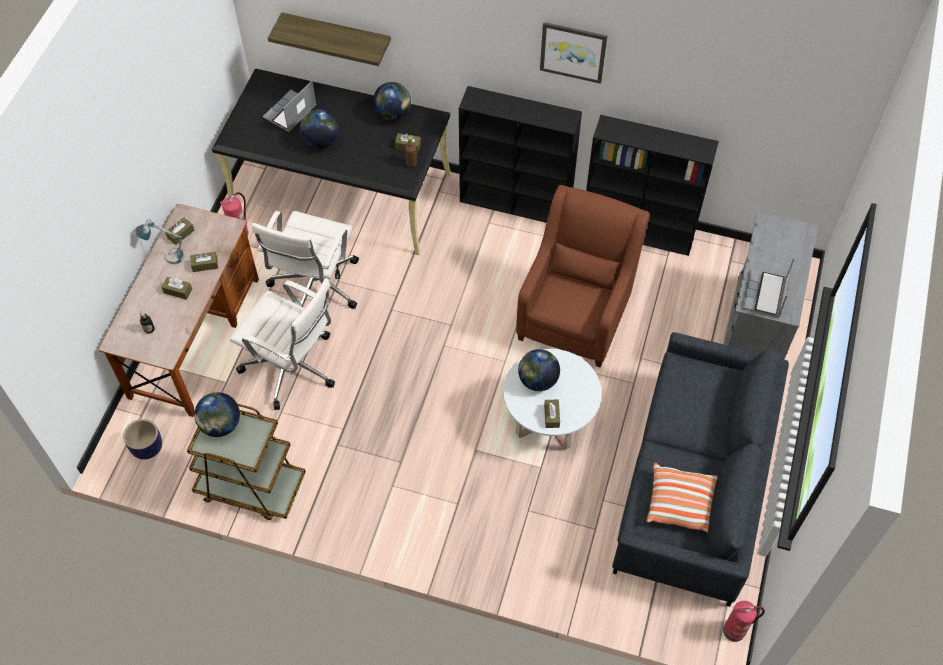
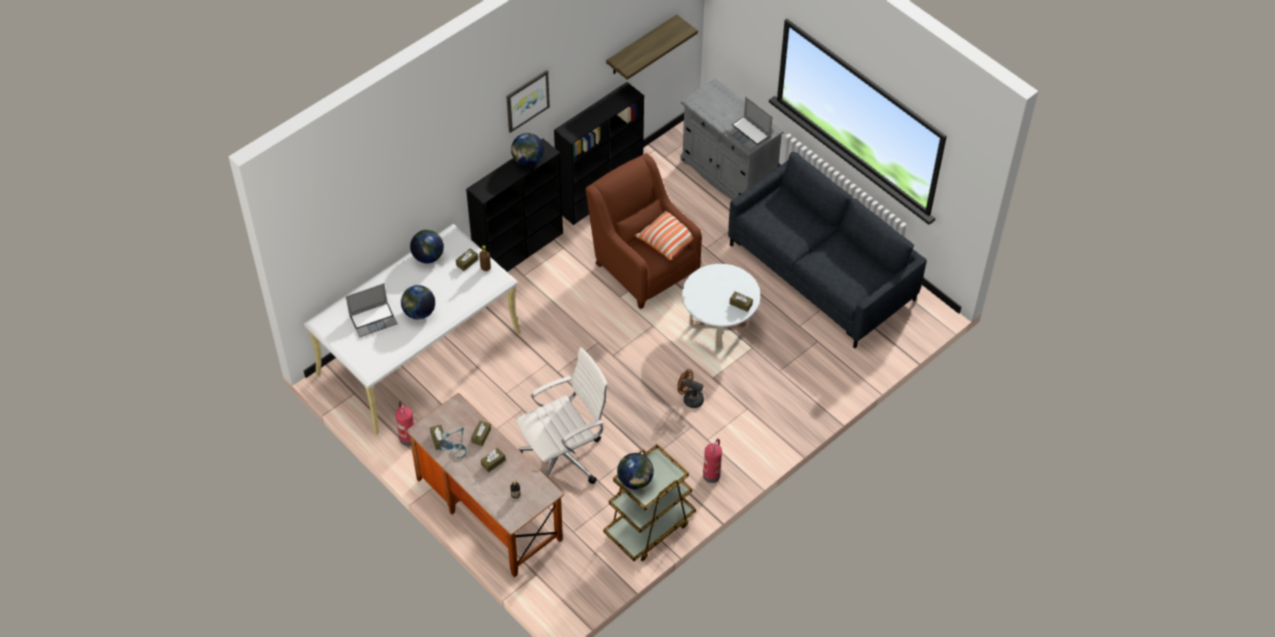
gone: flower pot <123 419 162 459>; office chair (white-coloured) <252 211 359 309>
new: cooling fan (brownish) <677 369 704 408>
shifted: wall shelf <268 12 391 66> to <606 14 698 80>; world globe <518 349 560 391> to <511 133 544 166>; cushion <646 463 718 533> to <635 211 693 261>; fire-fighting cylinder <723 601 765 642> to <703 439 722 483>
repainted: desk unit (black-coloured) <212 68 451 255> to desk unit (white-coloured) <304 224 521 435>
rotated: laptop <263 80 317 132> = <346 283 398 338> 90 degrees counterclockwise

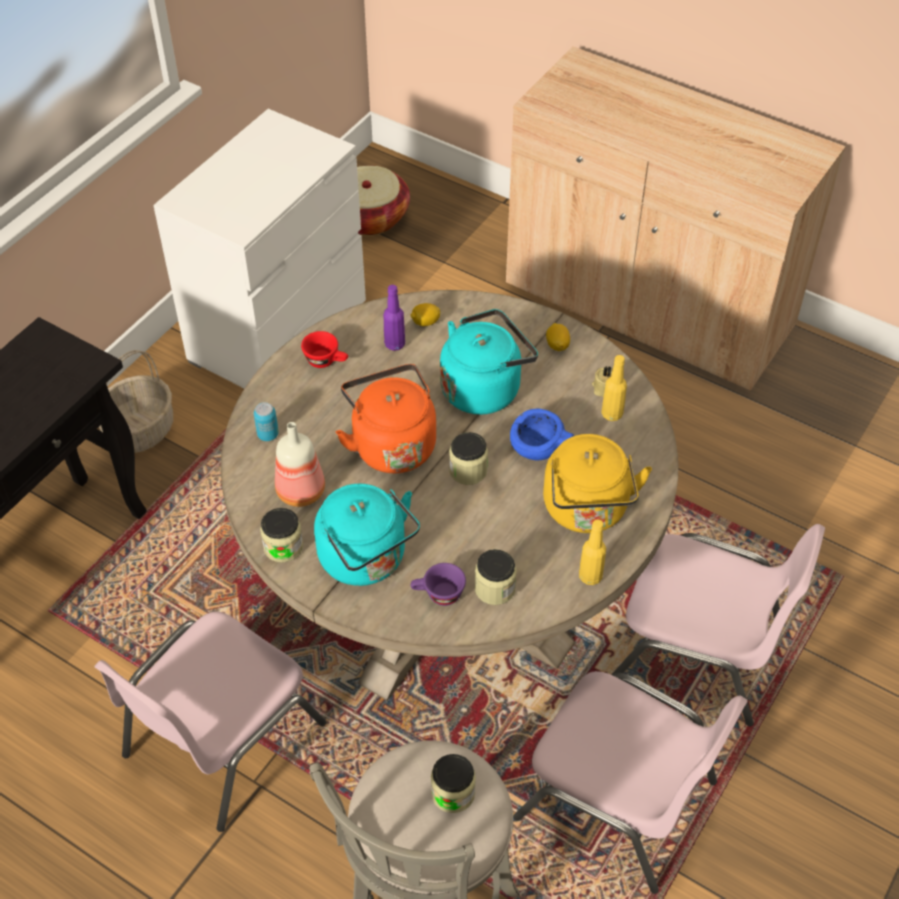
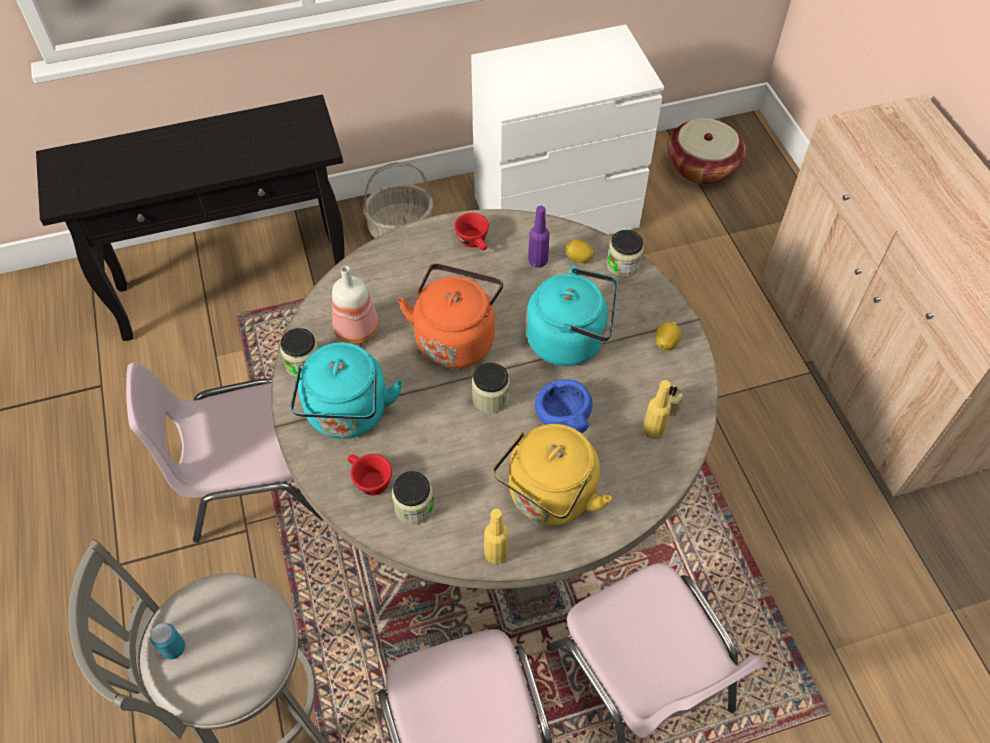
shifted: metal can <254 402 279 441> to <150 623 185 659>; jar <431 754 476 813> to <607 230 644 278>
repainted: drinking cup (purple-coloured) <411 563 466 606> to drinking cup (red) <348 454 392 495>

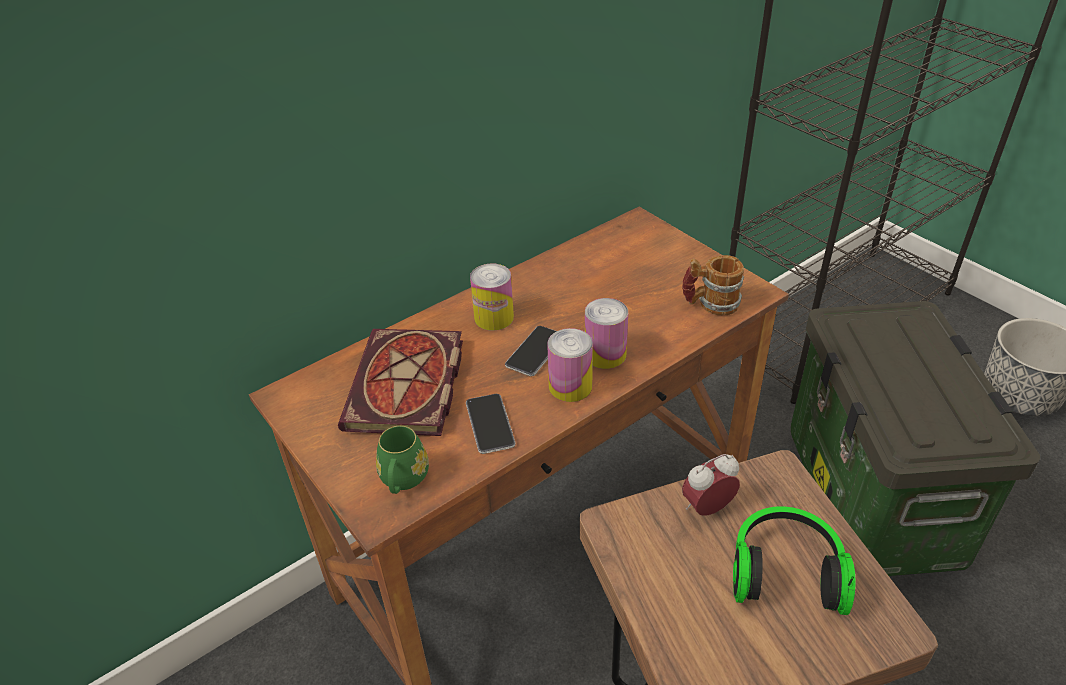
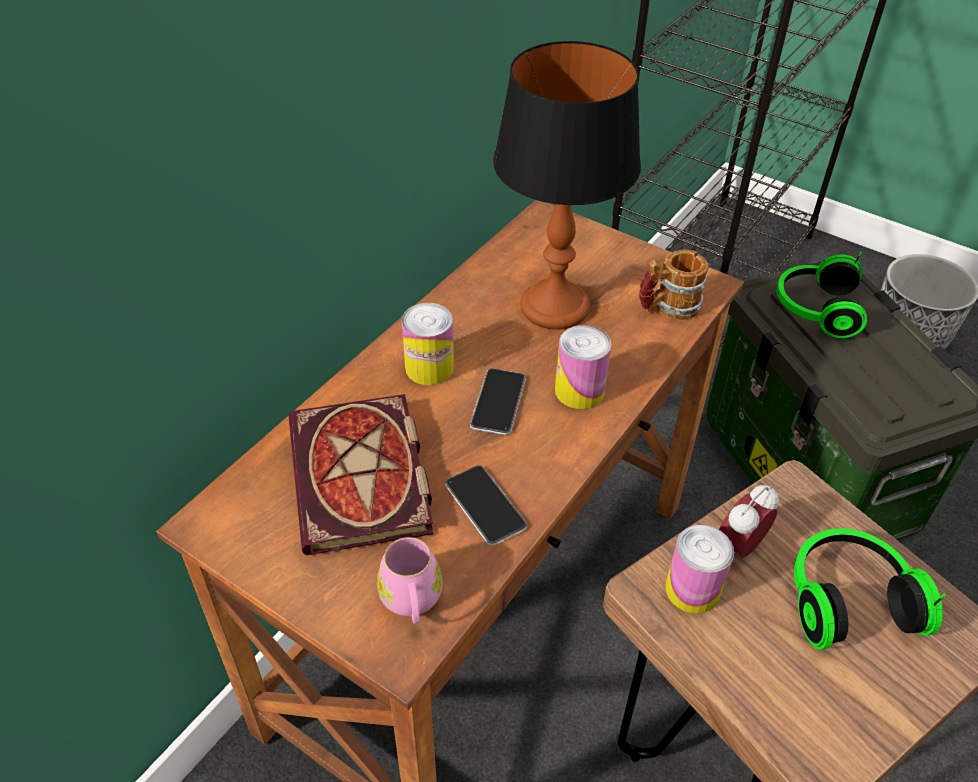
new: lamp for a table <493 41 641 330>; headphones <776 252 867 338>
shifted: metal can <547 328 593 402> to <665 525 734 614>
repainted: mug (green-coloured) <376 426 429 494> to mug (pinkish) <377 537 443 624>

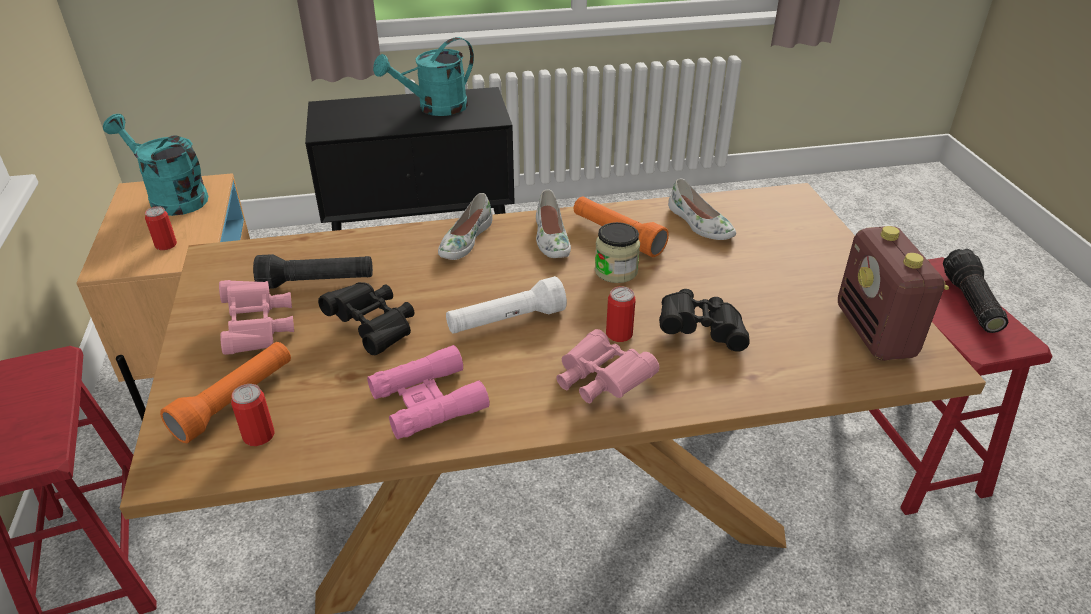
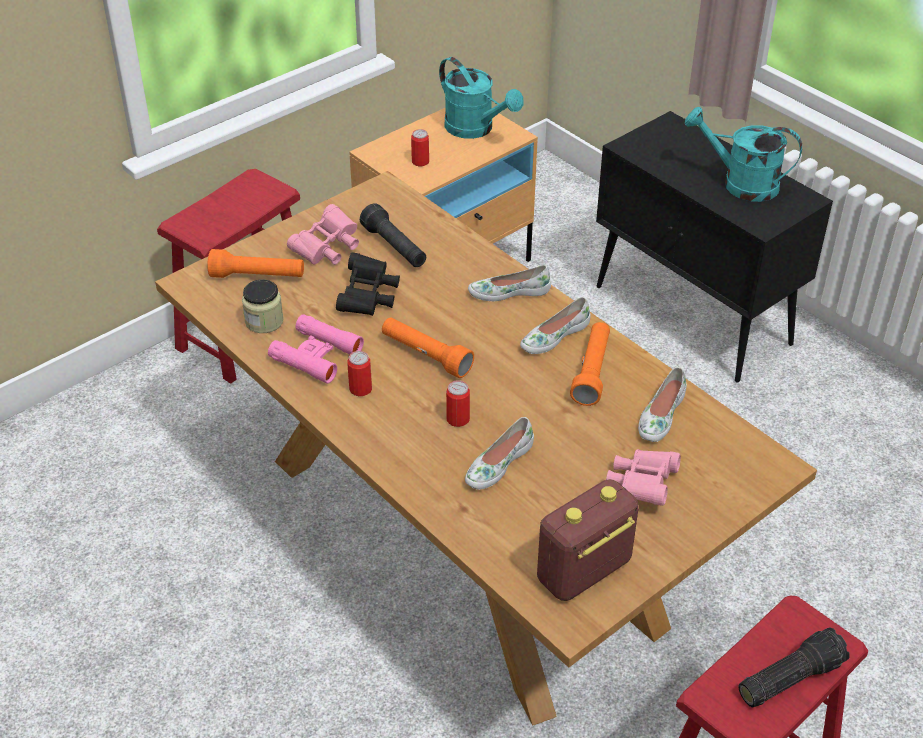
shifted: metal can <231 384 275 446> to <347 351 372 396>; field glasses (pinkish) <556 329 659 403> to <606 449 681 506>; jar <595 222 640 283> to <242 279 284 333>
swapped: field glasses (black-coloured) <659 289 750 352> to low shoe (white-coloured) <465 417 534 490>
repainted: torch (white-coloured) <446 276 567 333> to torch (orange-coloured) <382 317 474 378>
rotated: sprinkling can (turquoise-coloured) <103 114 208 216> = <439 57 523 139> 135 degrees clockwise

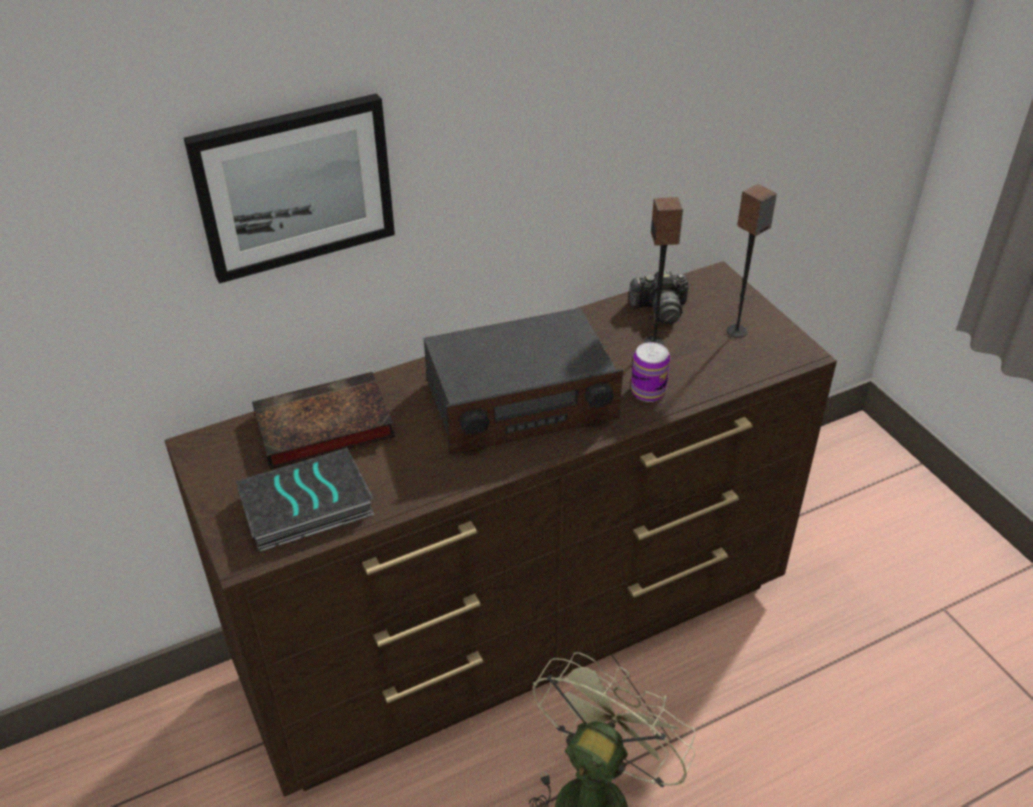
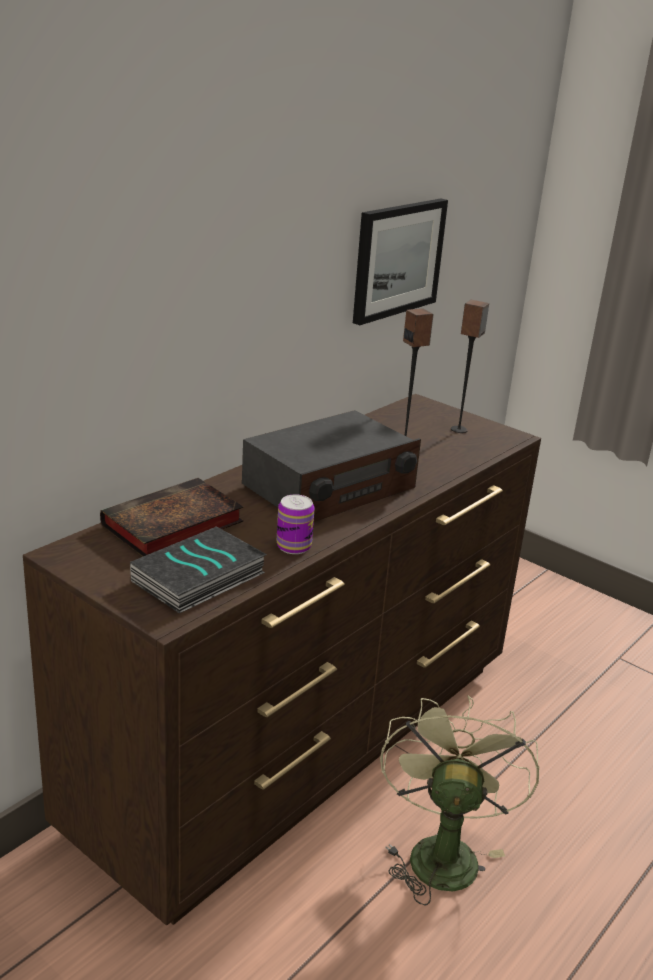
gone: still camera <629 269 688 324>
shifted: wall art <184 93 395 284> to <353 199 448 325>; metal can <631 342 670 402> to <277 494 315 554>

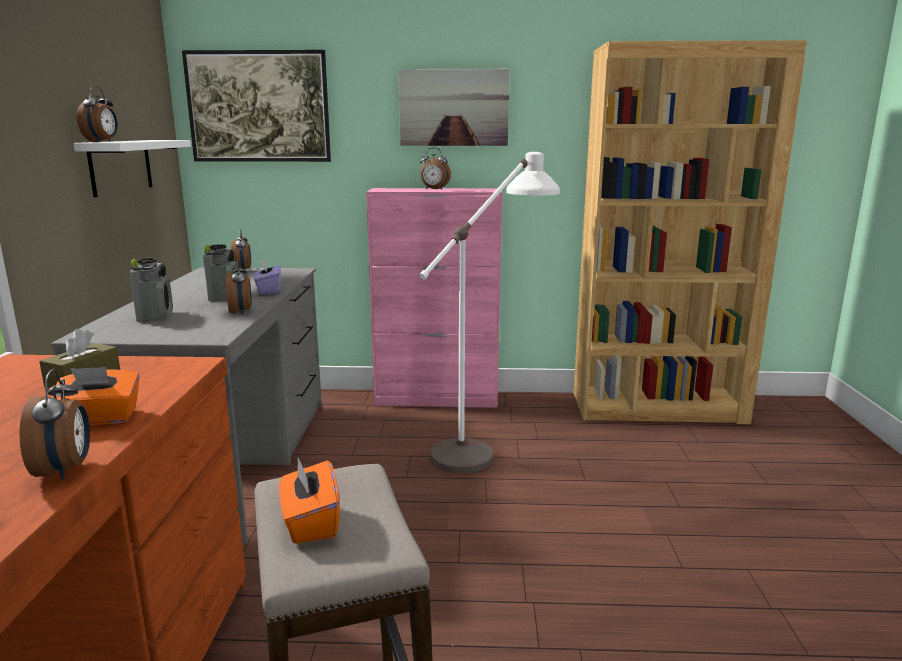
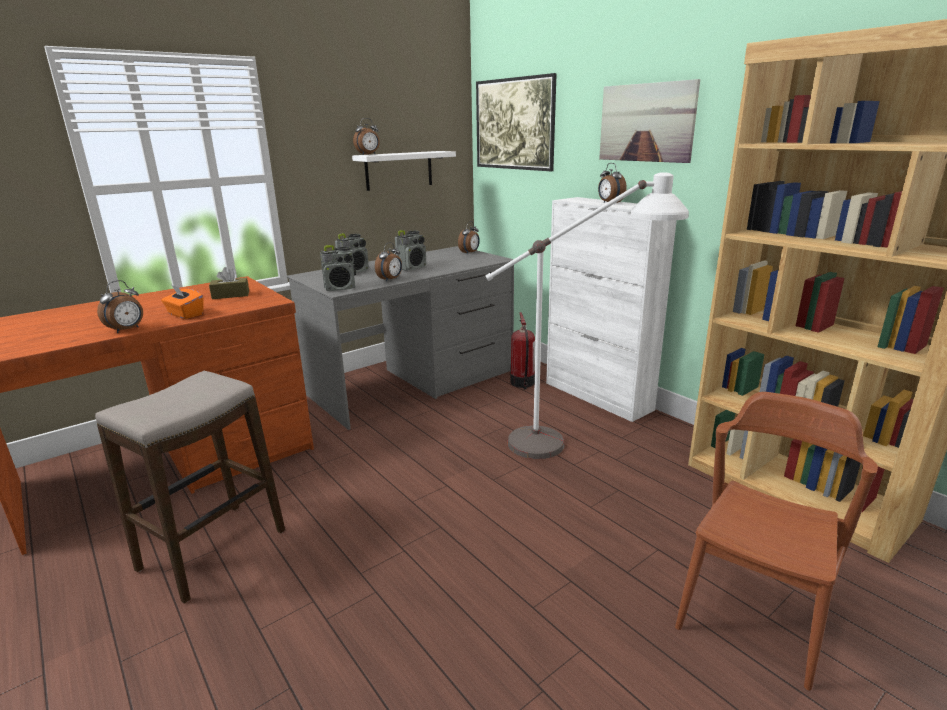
gone: box of tissues (purple-coloured) <254 260 281 294>; box of tissues (orange-coloured) <279 458 340 544>
new: radio <320 245 356 291>; fire-fighting cylinder <510 312 535 389>; chair (brownish) <675 392 878 691>
repainted: cupboard (pinkish) <366 188 502 408> to cupboard (white-coloured) <546 197 677 422>

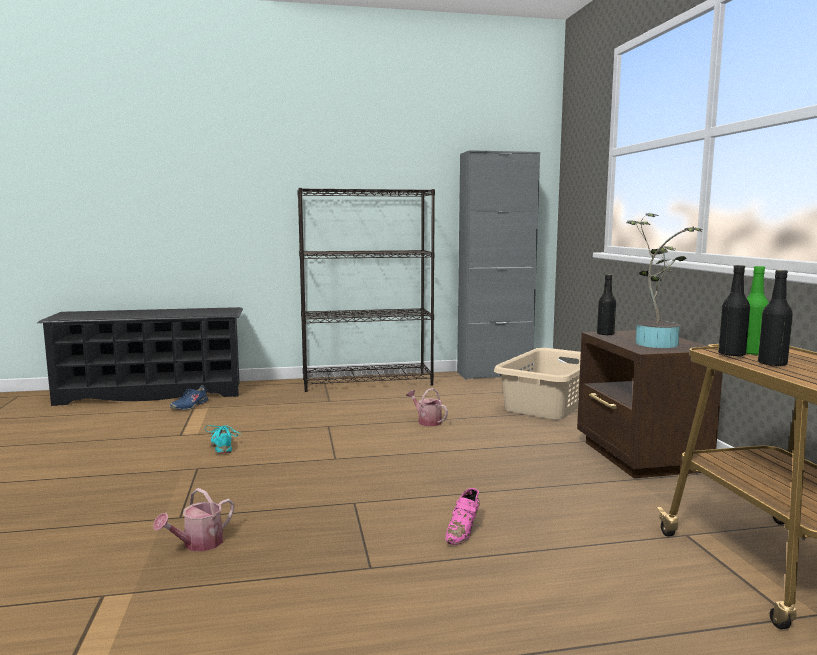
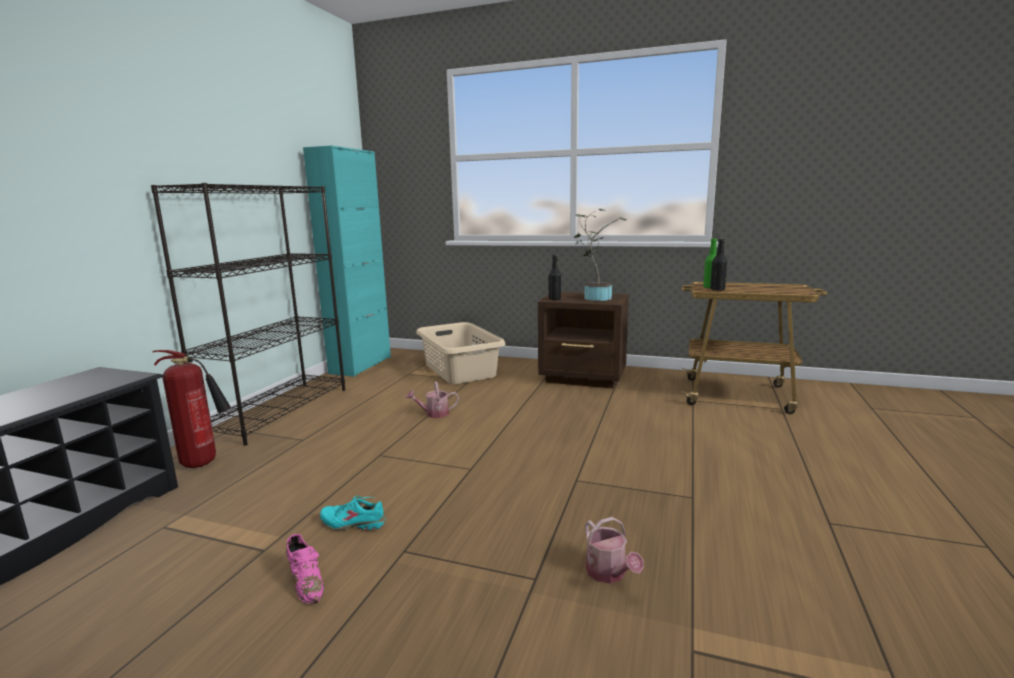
gone: low shoe (blue-coloured) <170 385 208 410>; drink bottle (black-coloured) <758 270 793 367>
new: fire-fighting cylinder <152 350 231 468>
shifted: low shoe (pinkish) <445 488 480 545> to <286 534 324 604>
repainted: cupboard (gray) <457 150 540 380> to cupboard (turquoise-coloured) <303 146 391 377>

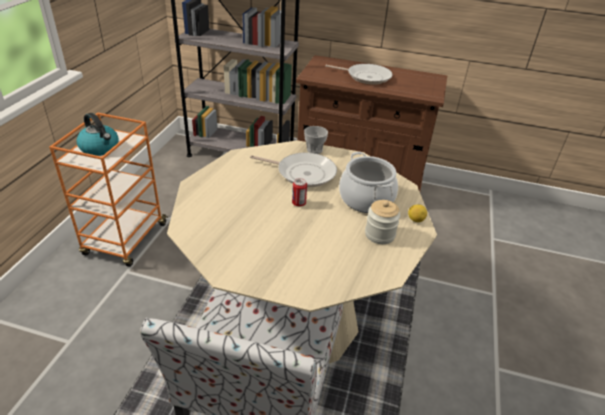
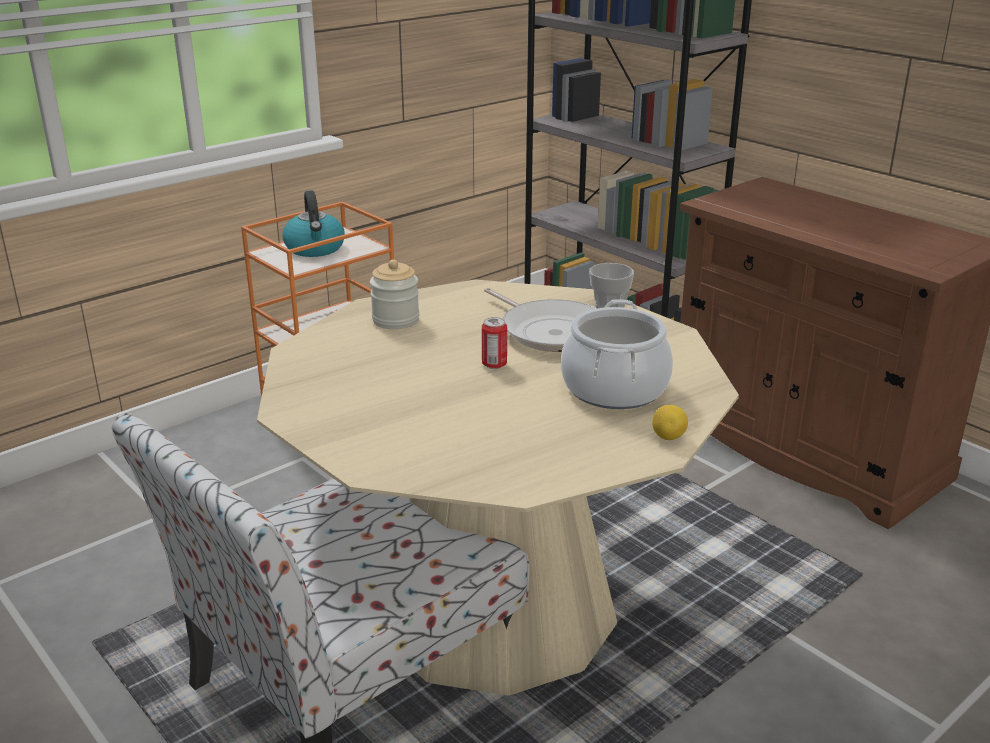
gone: pan <325 64 393 85>
shifted: jar <365 200 400 244> to <370 260 419 329>

